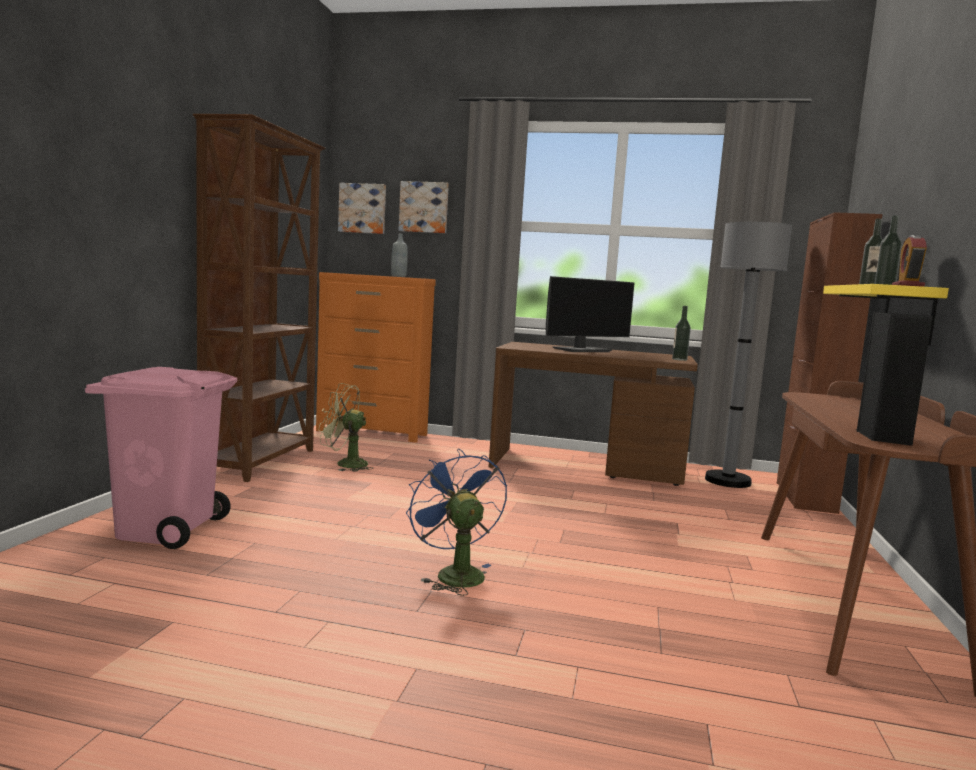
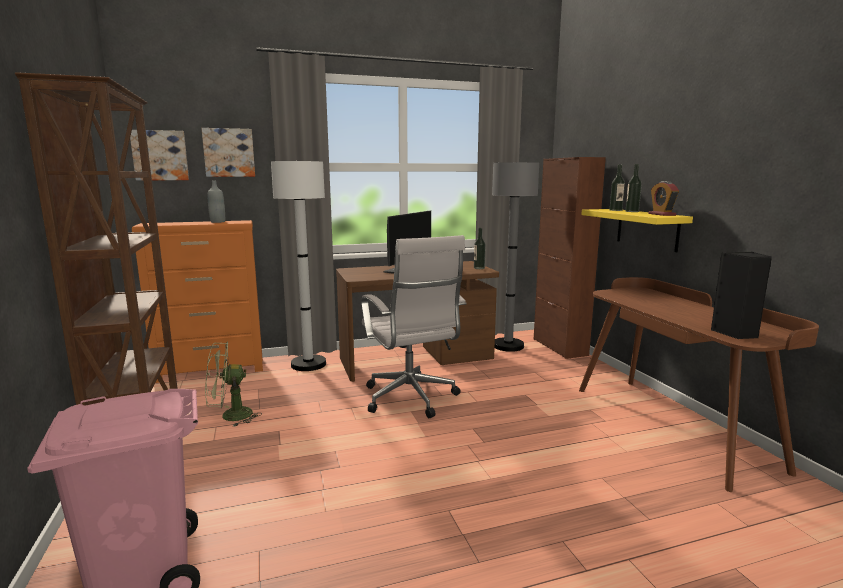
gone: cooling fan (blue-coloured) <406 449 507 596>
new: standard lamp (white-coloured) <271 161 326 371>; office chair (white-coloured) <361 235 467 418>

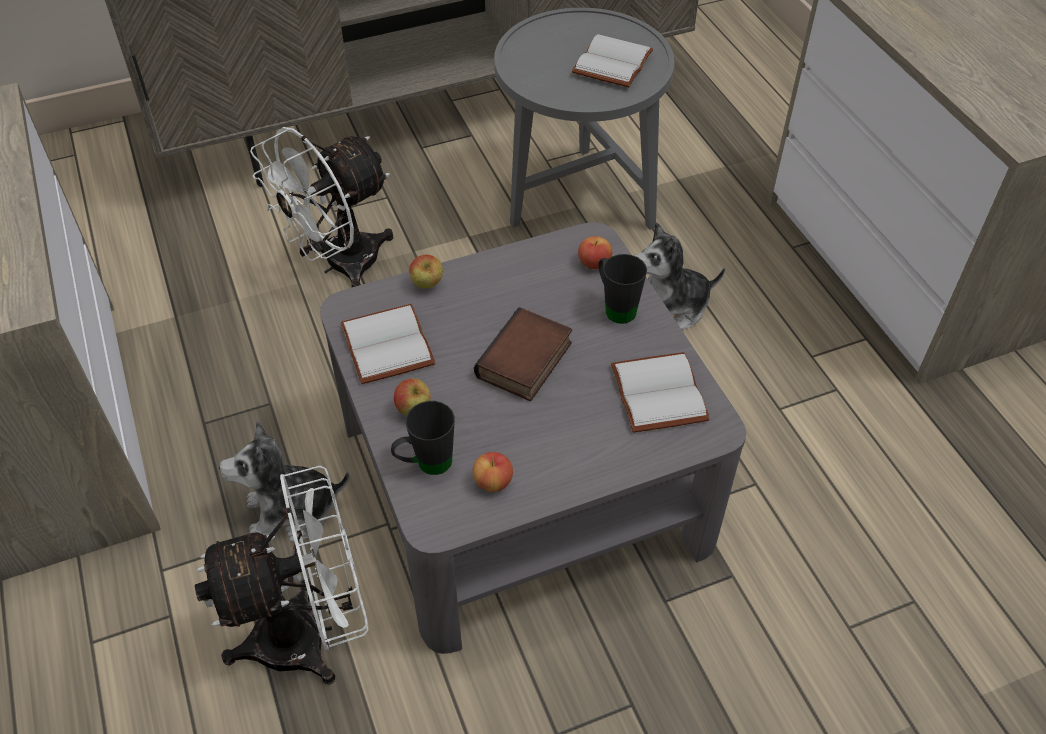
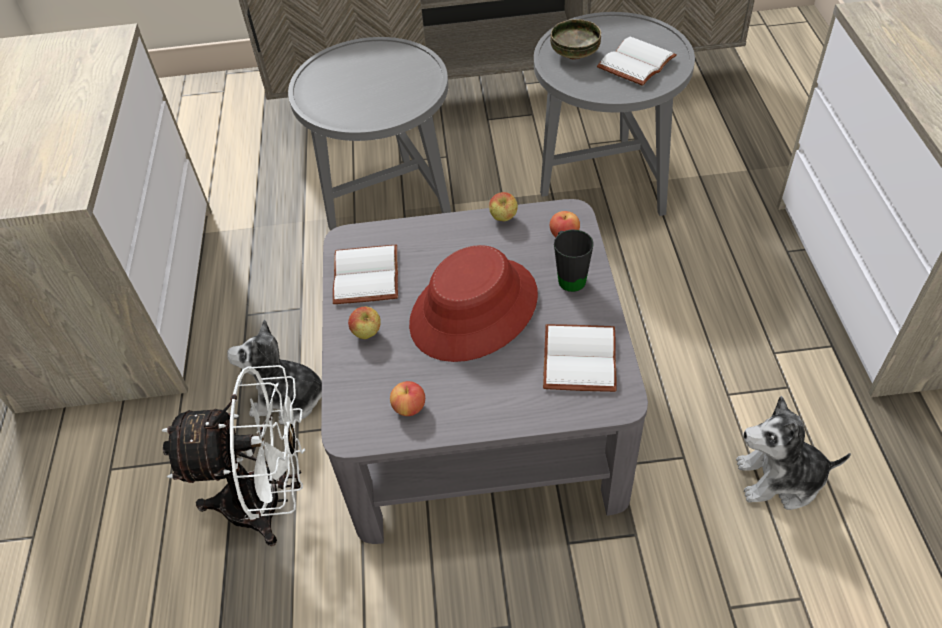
gone: mug (black-coloured) <391 401 455 475>
new: deep dish <550 19 601 59>
shifted: apple fruit <409 255 443 288> to <489 192 518 221>; cuddly toy <633 222 725 330> to <736 396 851 510>
swapped: cooling fan (white-coloured) <250 127 393 288> to side table (gray) <288 37 451 230>; book <474 307 572 401> to hat (red) <409 245 538 362>

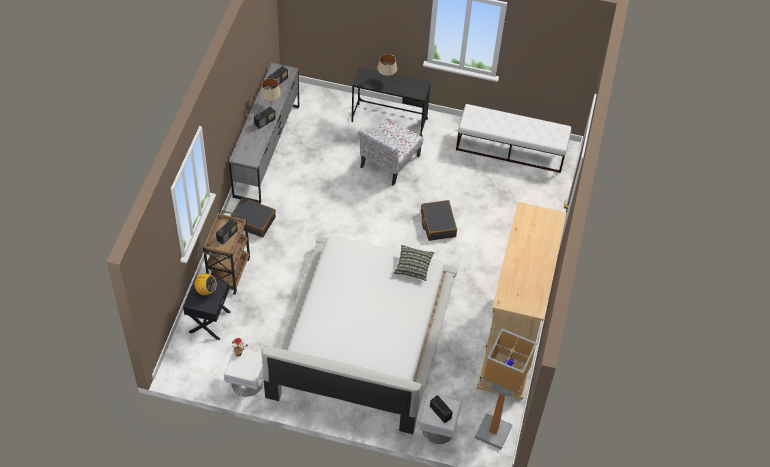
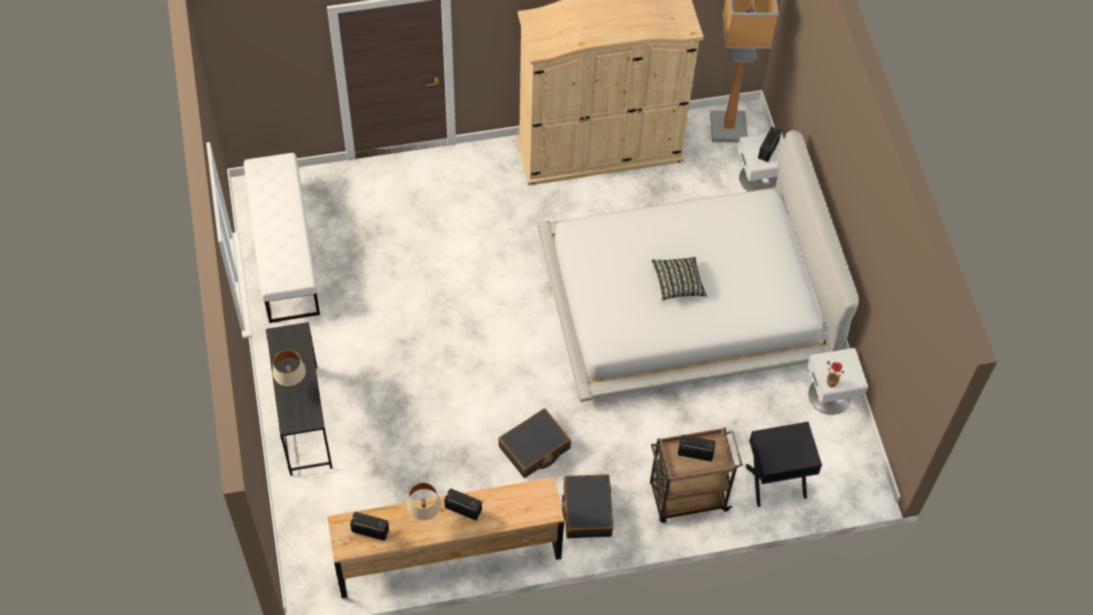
gone: radio <194 273 217 295>; chair <358 119 423 186>
shifted: cushion <394 245 434 281> to <651 257 707 301>; suitcase (black-coloured) <421 200 457 241> to <498 408 571 478>
repainted: chest of drawers (gray) <229 63 299 204> to chest of drawers (brownish) <327 477 564 598>

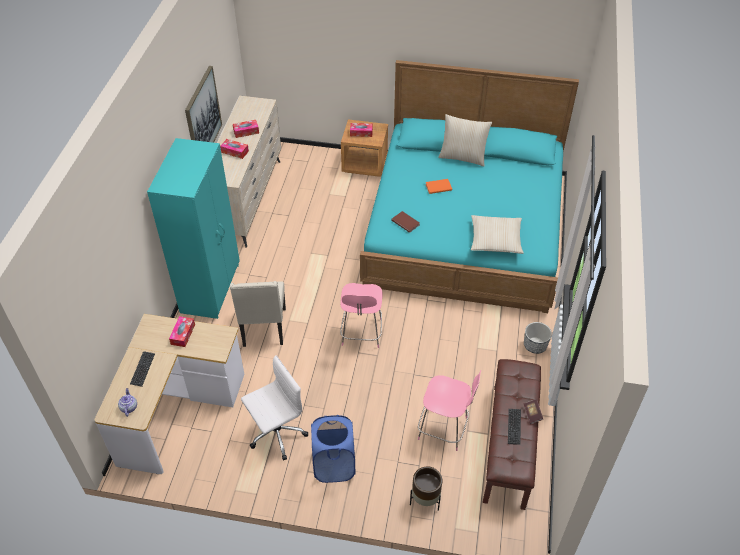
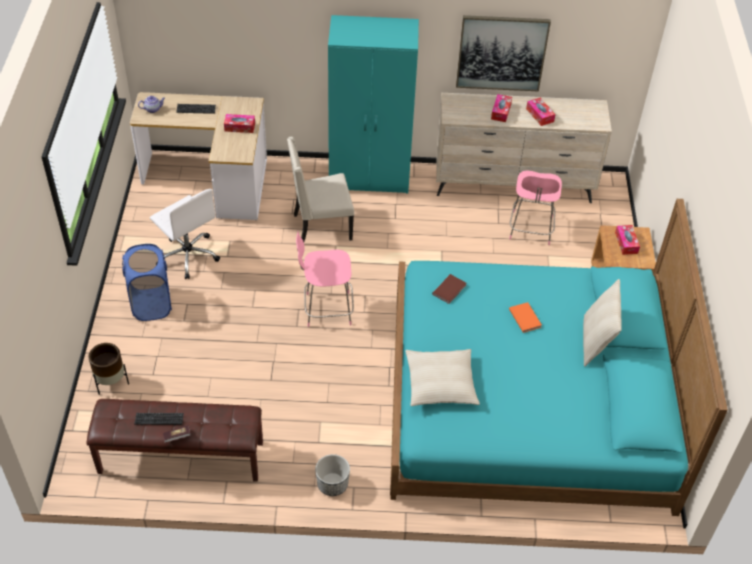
shifted: chair (pinkish) <418 371 481 451> to <509 170 562 245>

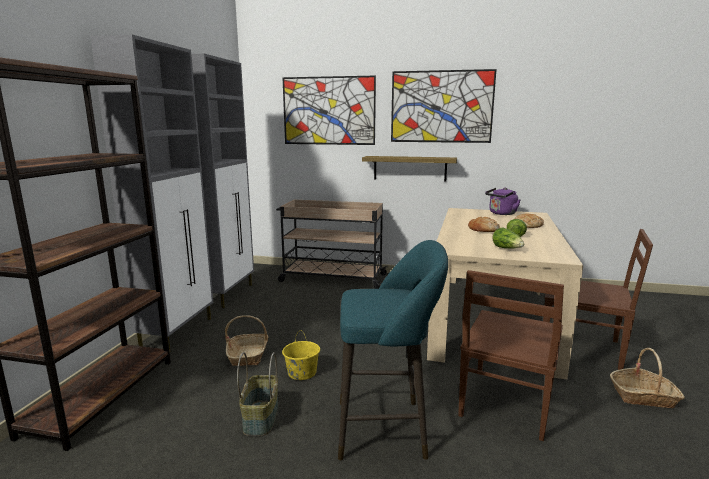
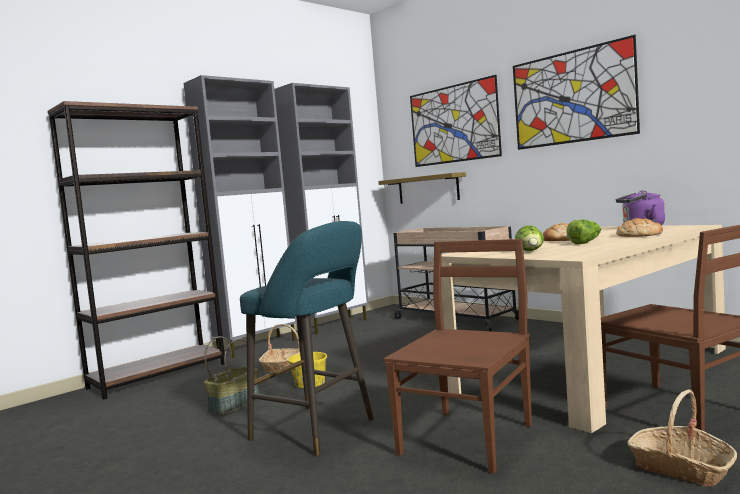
shifted: wall shelf <362 156 457 182> to <378 172 466 204>
rotated: chair (brownish) <458 270 564 441> = <384 239 532 474> 150 degrees clockwise

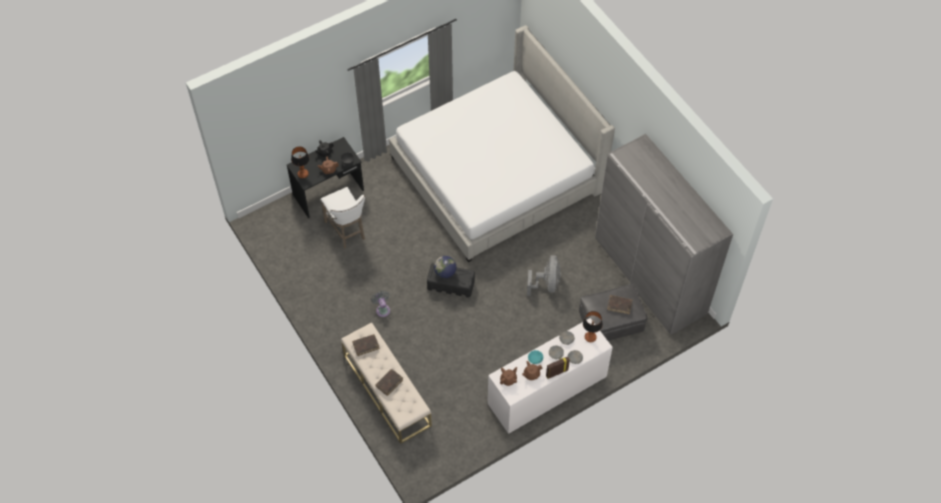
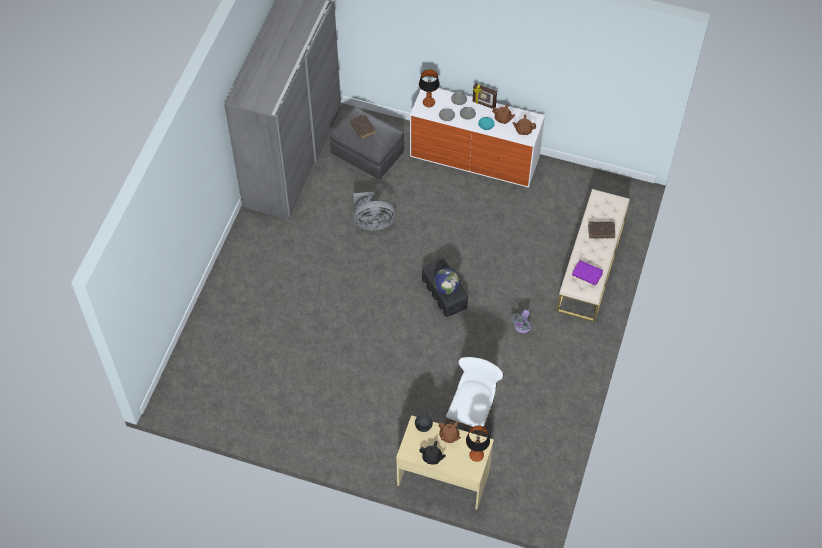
gone: bedroom bed <389 25 615 262>
repainted: desk unit (black-coloured) <287 137 364 218> to desk unit (beige) <396 415 494 510>; book (brownish) <352 334 379 356> to book (purple-coloured) <572 260 603 286>
rotated: cooling fan (gray) <527 255 561 296> = <353 192 396 230> 150 degrees counterclockwise

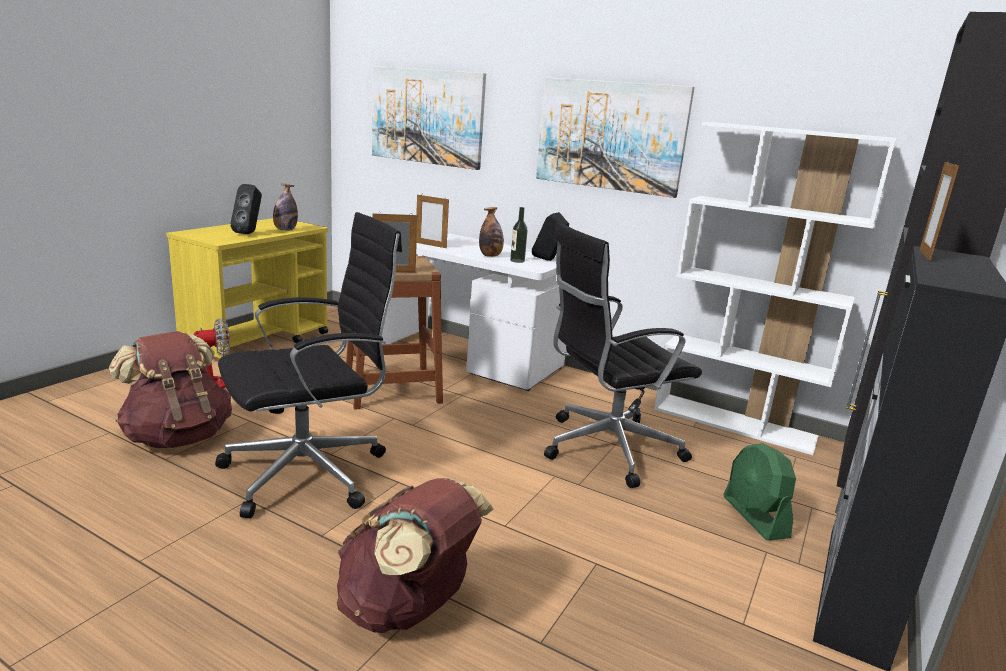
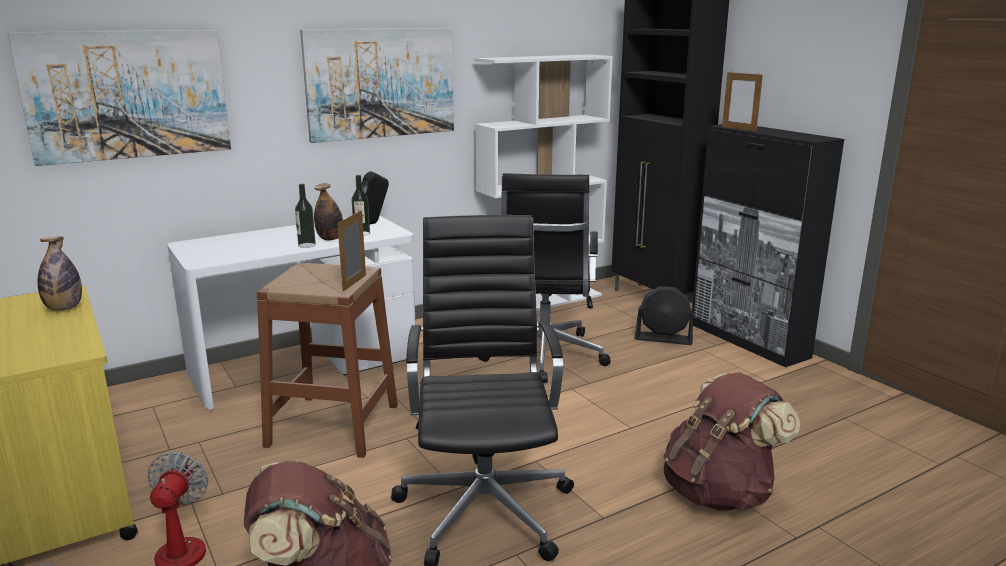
gone: speaker (black-coloured) <230 184 262 234>; photo frame <416 195 449 248>
new: drink bottle <295 184 316 248>
repainted: cooling fan (green-coloured) <723 443 796 541> to cooling fan (black-coloured) <635 286 693 345>

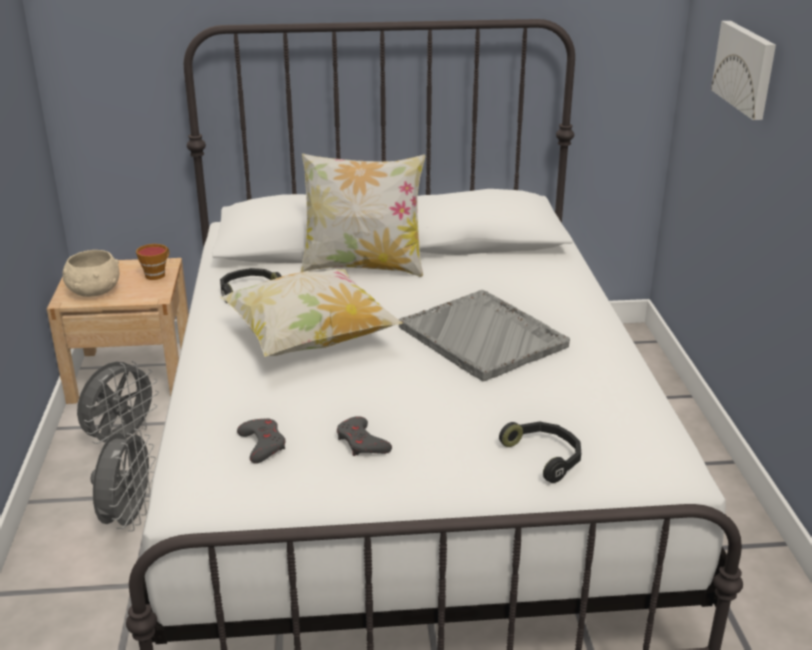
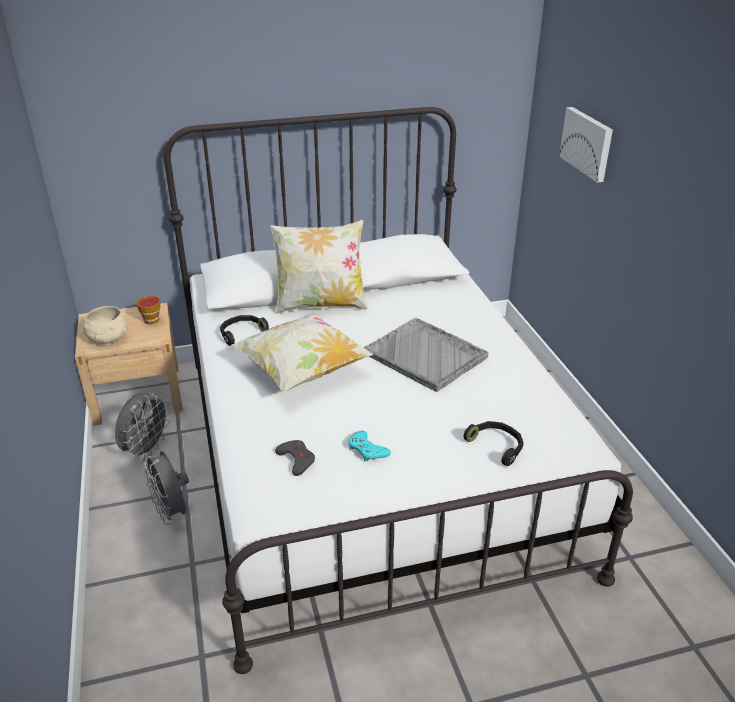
repainted: joypad (gray) <337 416 392 456> to joypad (turquoise-coloured) <348 431 391 462>
rotated: cooling fan (gray) <91 429 156 532> = <140 451 189 525> 150 degrees clockwise

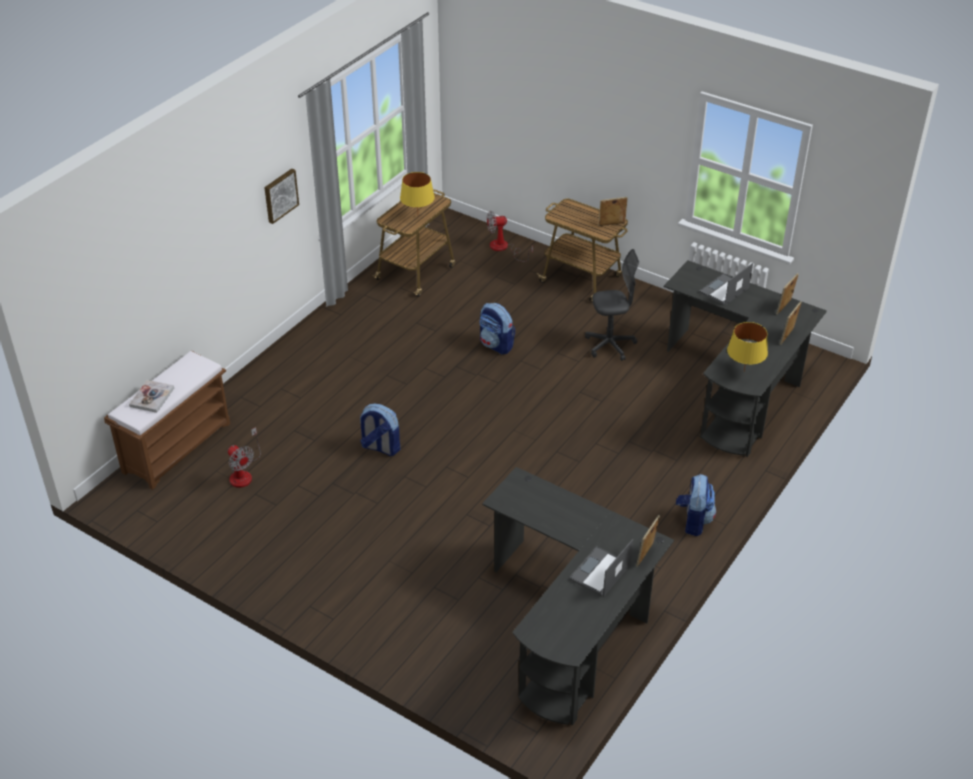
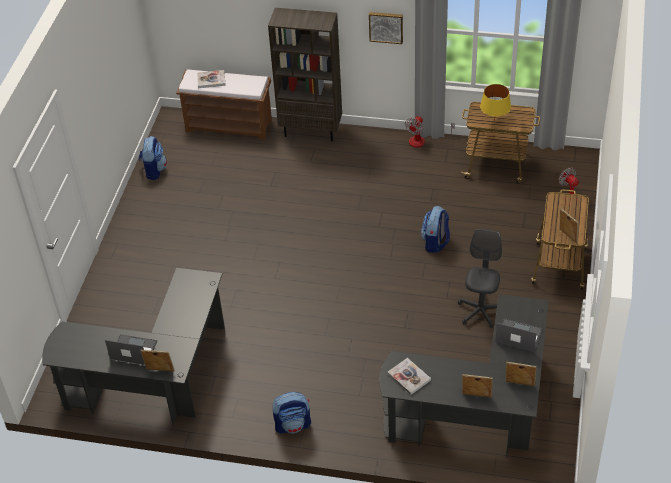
new: shelving unit (brownish) <268 8 342 142>
shifted: cooling fan <228 427 261 488> to <405 116 455 148>; rucksack <360 404 400 456> to <139 136 167 180>
swapped: lamp for a table (yellow) <727 322 768 371> to book <387 358 431 395>
rotated: office chair (gray) <585 249 639 361> = <458 229 502 328> 135 degrees counterclockwise

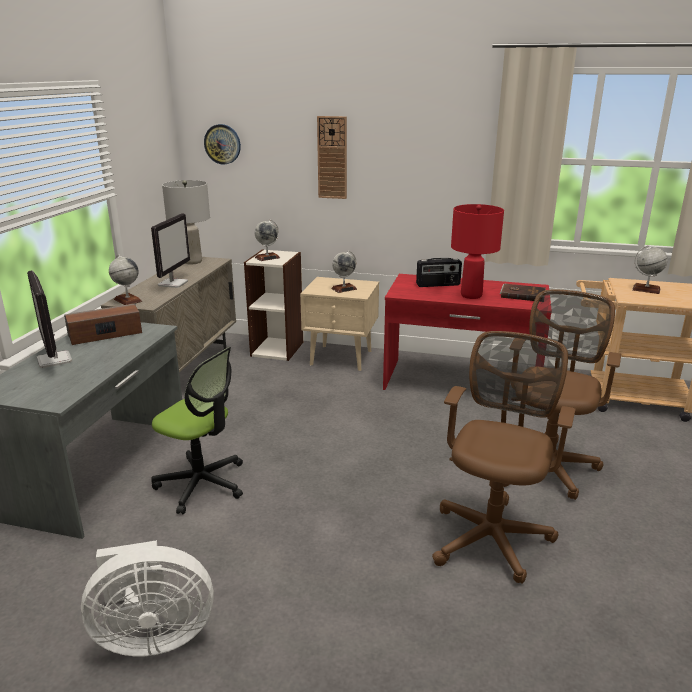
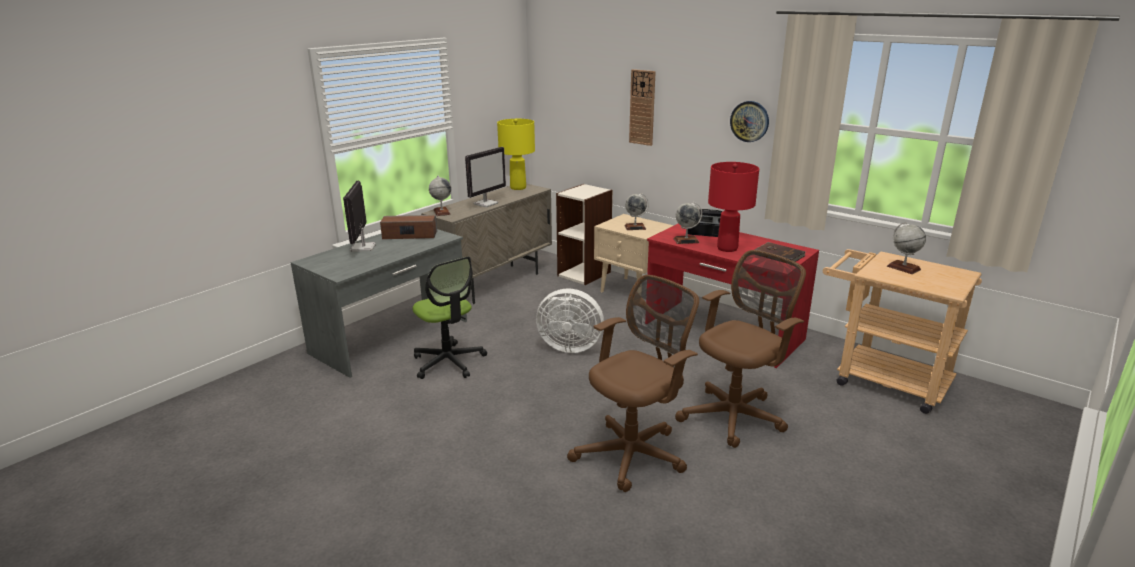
shifted: cooling fan (white-coloured) <81 540 214 656> to <536 289 604 353>; wall clock <204 124 241 165> to <730 101 769 142>; world globe <254 220 280 261> to <674 202 702 244>
repainted: lamp for a table (gray) <162 180 210 264> to lamp for a table (yellow) <497 119 535 190>

